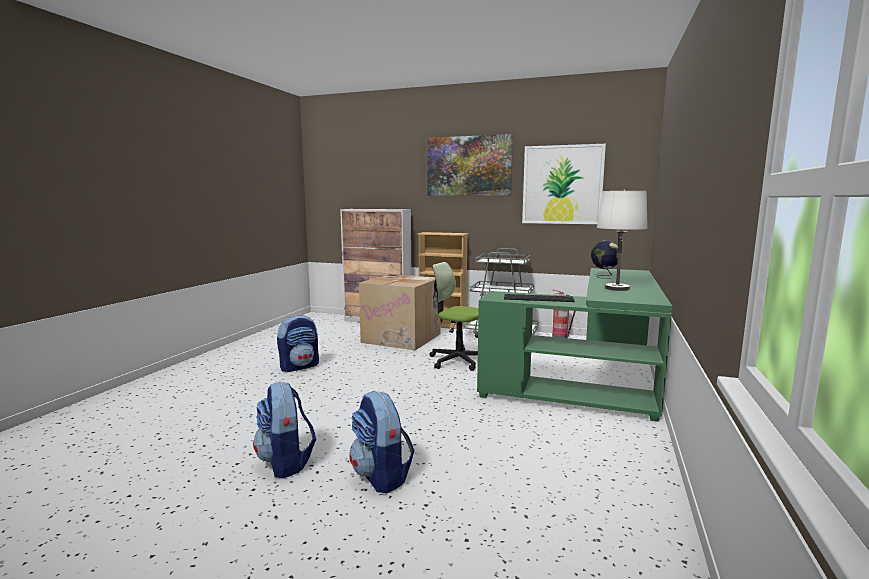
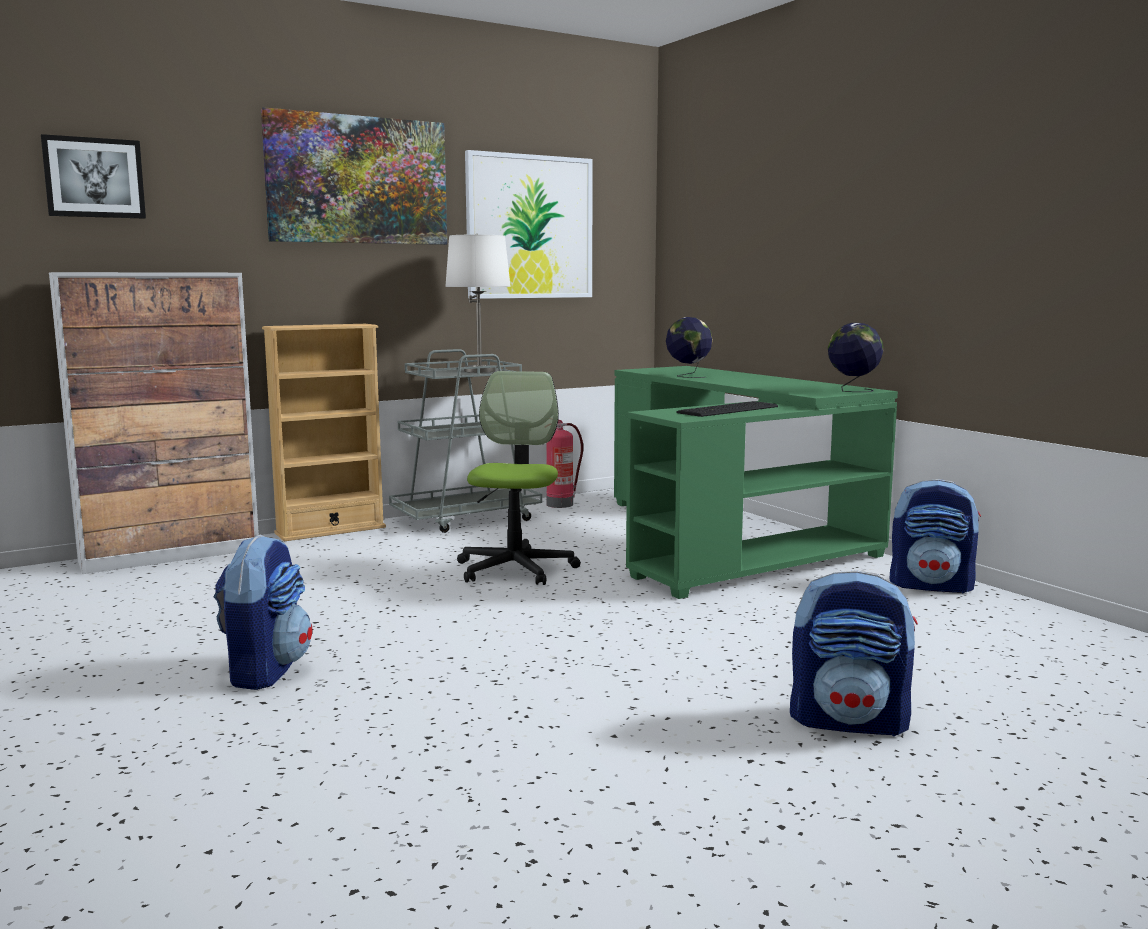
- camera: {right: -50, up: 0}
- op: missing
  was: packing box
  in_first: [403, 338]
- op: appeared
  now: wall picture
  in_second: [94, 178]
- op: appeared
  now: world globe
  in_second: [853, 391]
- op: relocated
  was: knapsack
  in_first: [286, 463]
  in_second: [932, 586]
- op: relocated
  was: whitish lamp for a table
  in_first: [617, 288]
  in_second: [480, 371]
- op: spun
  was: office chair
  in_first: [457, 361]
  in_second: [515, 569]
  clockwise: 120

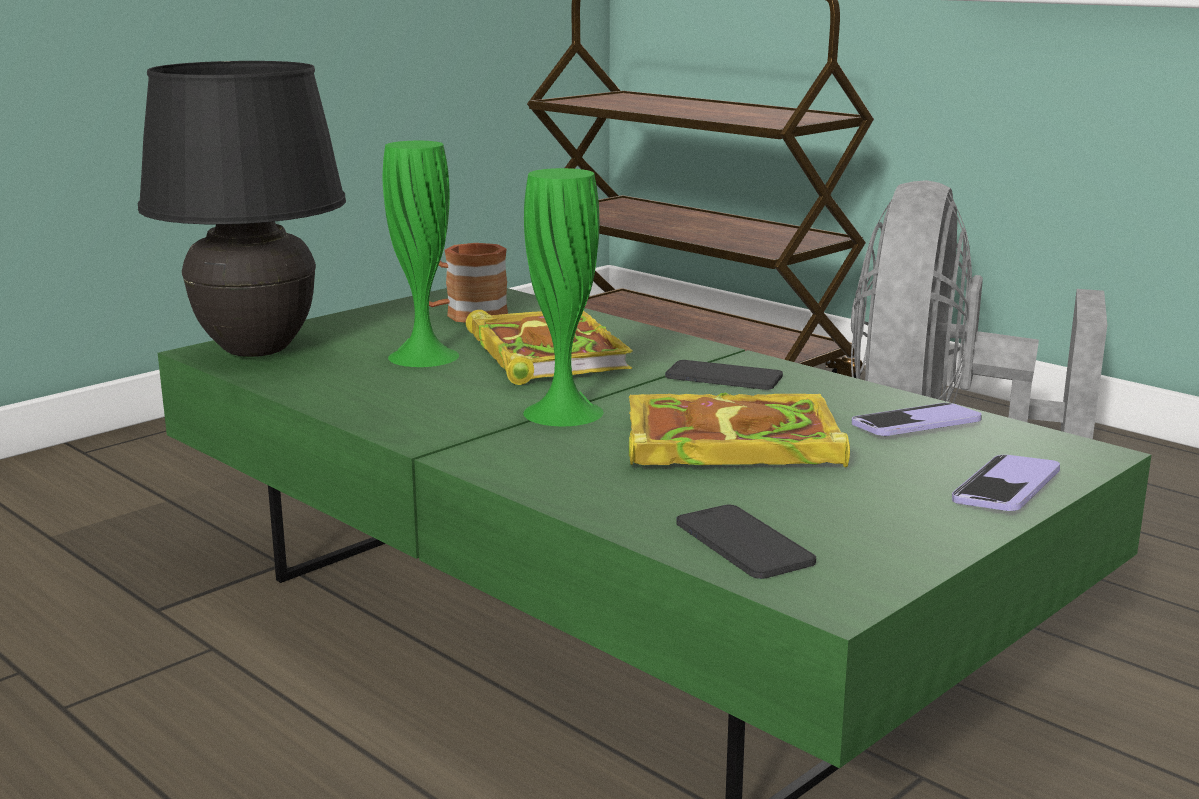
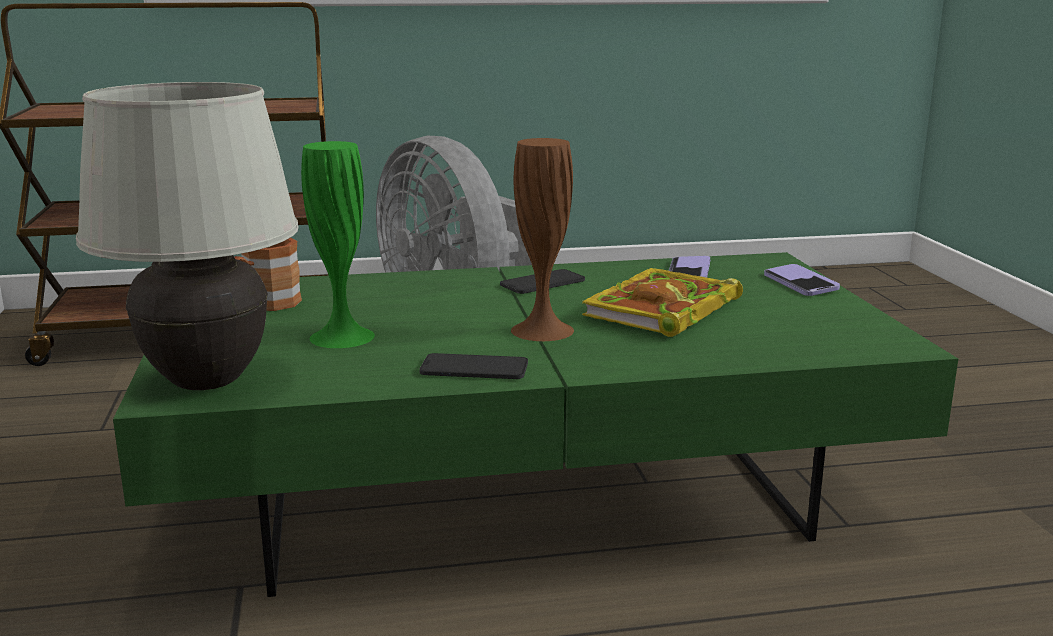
- camera: {right: -55, up: 0}
- op: missing
  was: book
  in_first: [544, 353]
- op: relocated
  was: telephone
  in_first: [743, 543]
  in_second: [474, 368]
- op: colour
  was: black-coloured lamp for a table
  now: whitish lamp for a table
  in_first: [258, 352]
  in_second: [208, 382]
- op: colour
  was: green vase
  now: brown vase
  in_first: [563, 412]
  in_second: [542, 330]

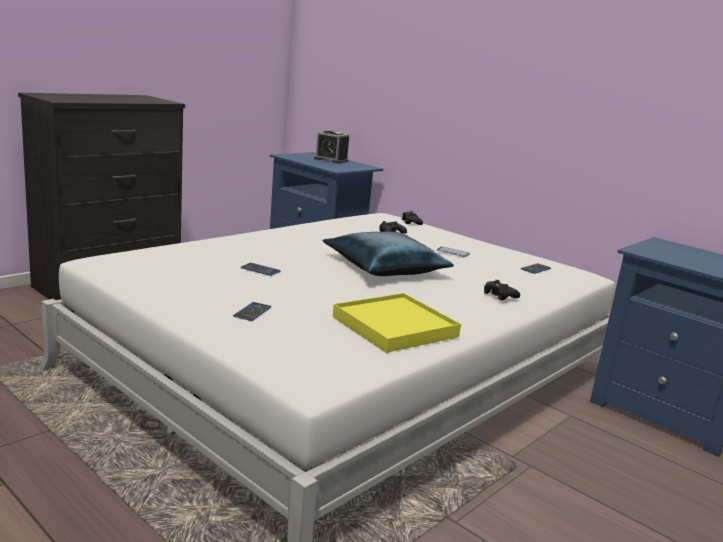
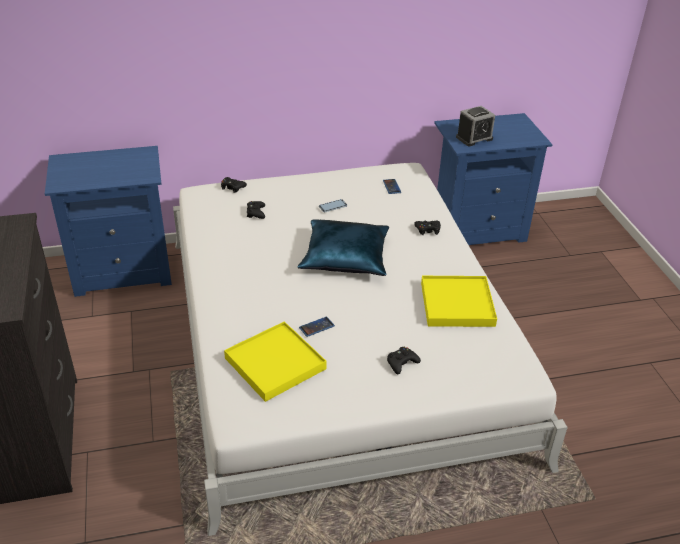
- camera: {right: -55, up: 20}
- op: appeared
  now: yellowish serving tray
  in_second: [275, 364]
- op: relocated
  was: alarm clock
  in_first: [331, 160]
  in_second: [474, 138]
- op: exchanged
  was: telephone
  now: black-coloured game controller
  in_first: [252, 312]
  in_second: [401, 363]

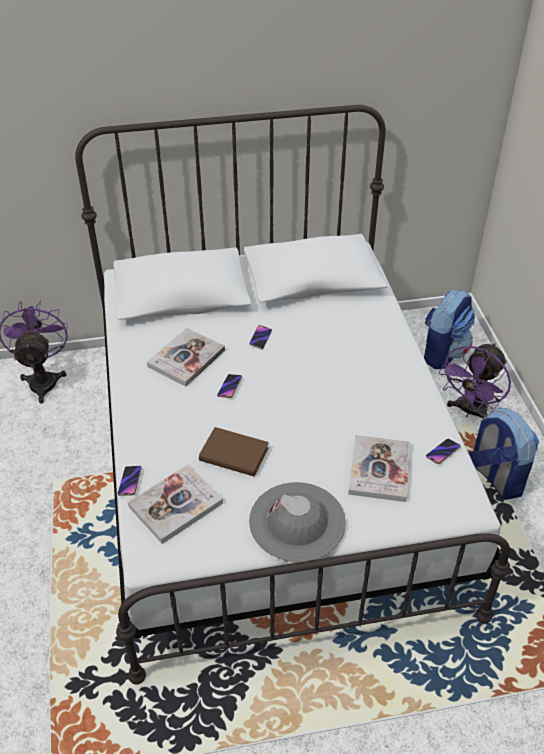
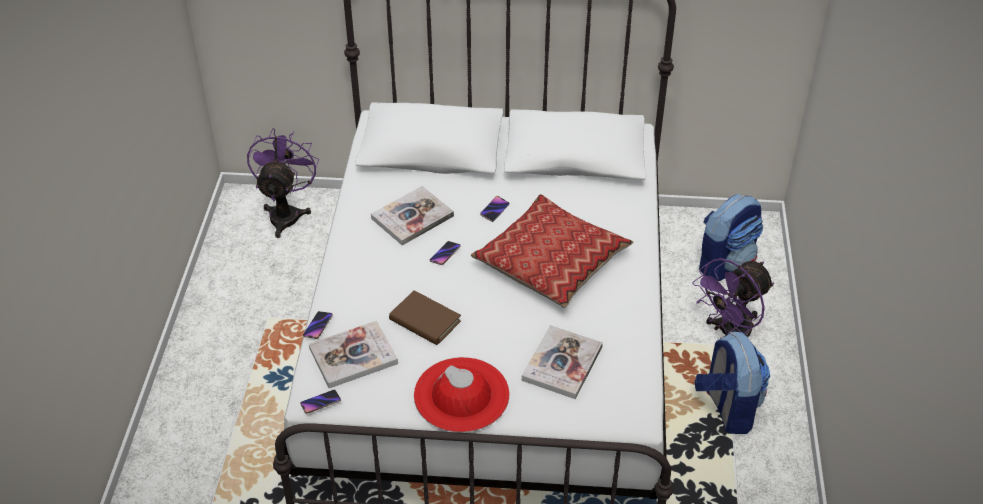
- camera: {right: 15, up: 0}
- op: appeared
  now: cushion
  in_second: [551, 261]
- op: relocated
  was: telephone
  in_first: [442, 452]
  in_second: [320, 403]
- op: colour
  was: greyish hat
  now: reddish hat
  in_first: [297, 521]
  in_second: [461, 395]

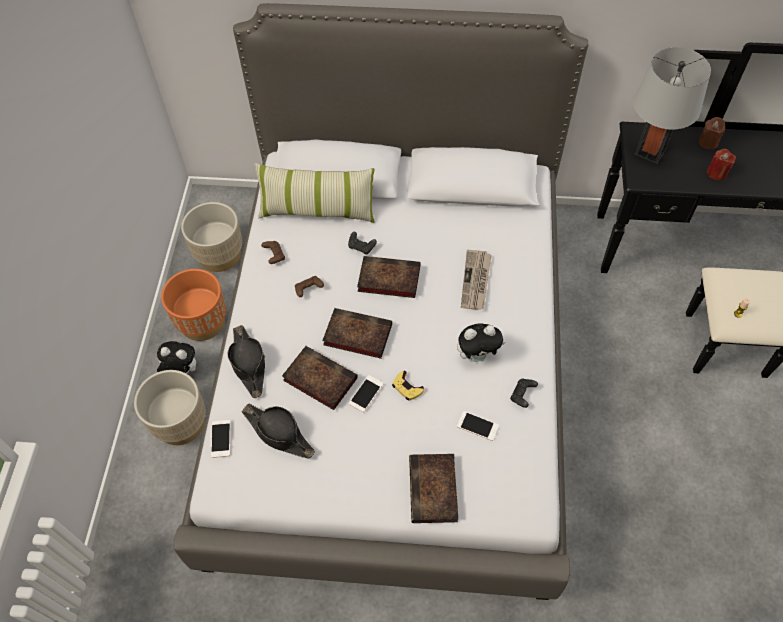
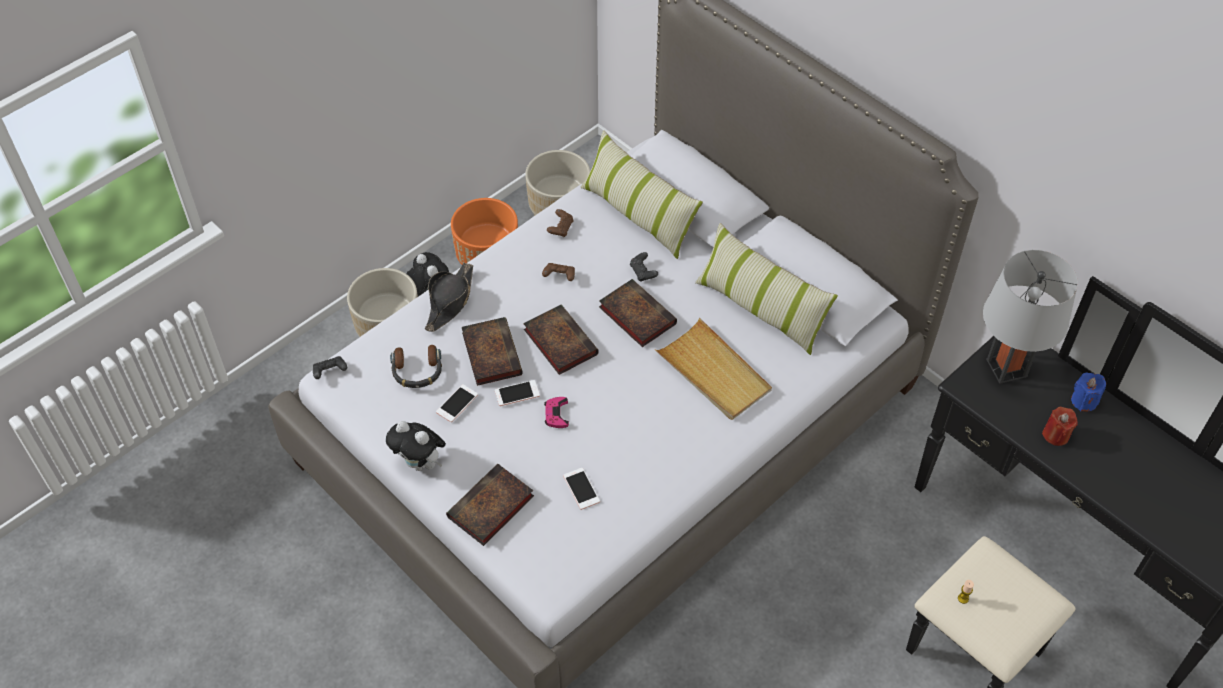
- camera: {right: 40, up: -5}
- op: appeared
  now: cushion
  in_second: [761, 308]
- op: relocated
  was: telephone
  in_first: [221, 439]
  in_second: [457, 403]
- op: relocated
  was: soft toy
  in_first: [477, 355]
  in_second: [420, 463]
- op: relocated
  was: black-coloured game controller
  in_first: [522, 395]
  in_second: [330, 372]
- op: exchanged
  was: black-coloured hat
  now: headset
  in_first: [279, 433]
  in_second: [417, 371]
- op: exchanged
  was: newspaper
  now: beige serving tray
  in_first: [476, 281]
  in_second: [713, 373]
- op: colour
  was: yellowish game controller
  now: pinkish game controller
  in_first: [407, 387]
  in_second: [556, 414]
- op: colour
  was: brown wax candle
  now: blue-coloured wax candle
  in_first: [708, 142]
  in_second: [1084, 401]

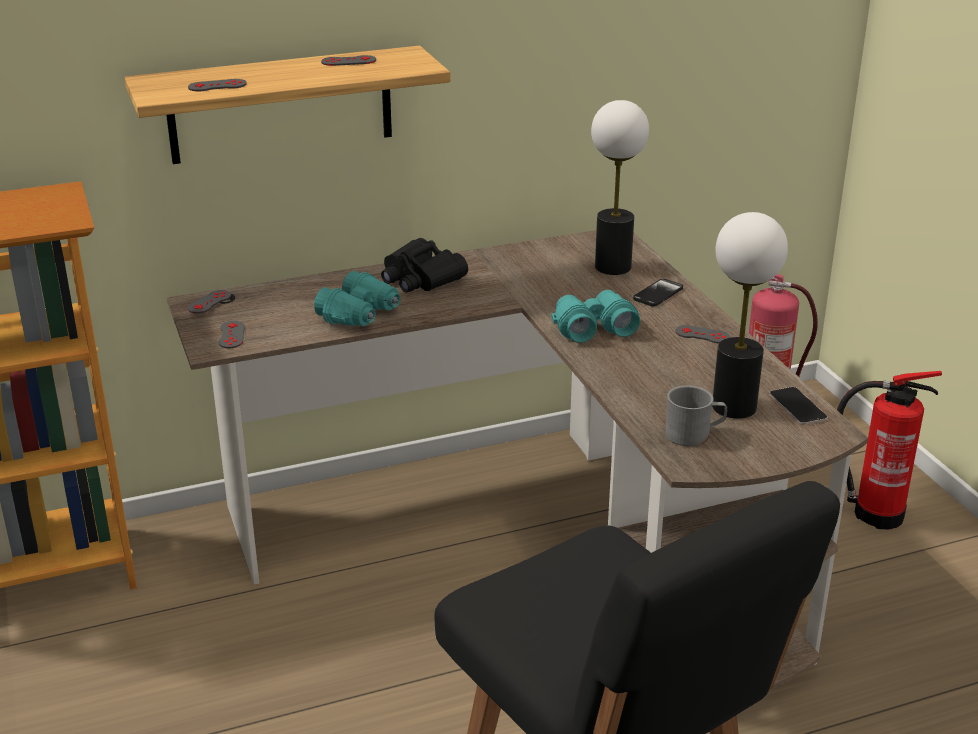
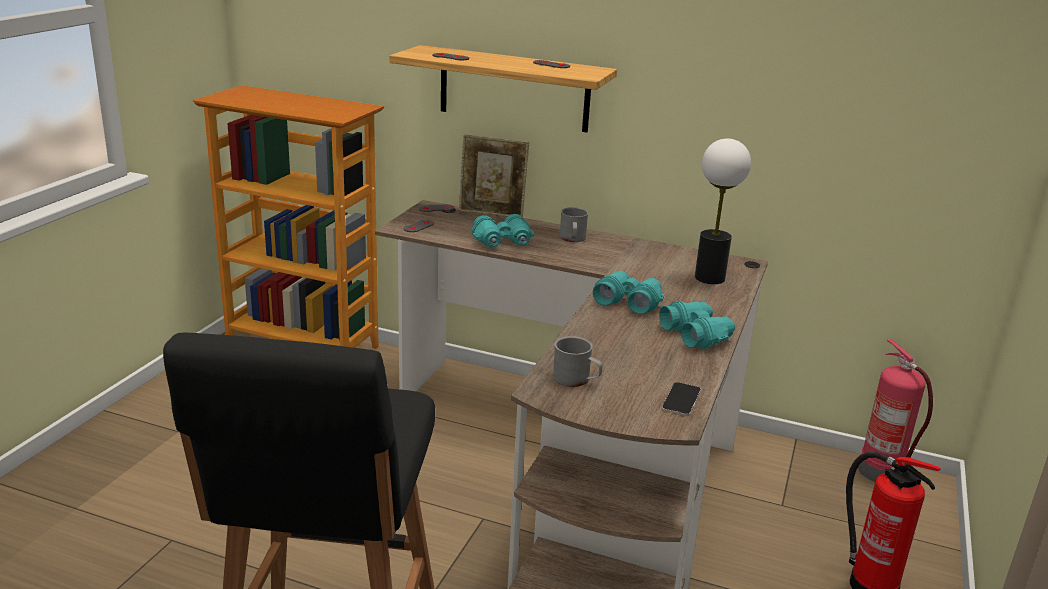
- camera: {right: 40, up: -5}
- op: missing
  was: telephone
  in_first: [658, 294]
- op: missing
  was: lamp for a table
  in_first: [733, 407]
- op: appeared
  now: picture frame
  in_second: [492, 214]
- op: exchanged
  was: black-coloured field glasses
  now: greyish coffee mug
  in_first: [420, 278]
  in_second: [572, 239]
- op: exchanged
  was: greyish game controller
  now: turquoise field glasses
  in_first: [702, 335]
  in_second: [696, 335]

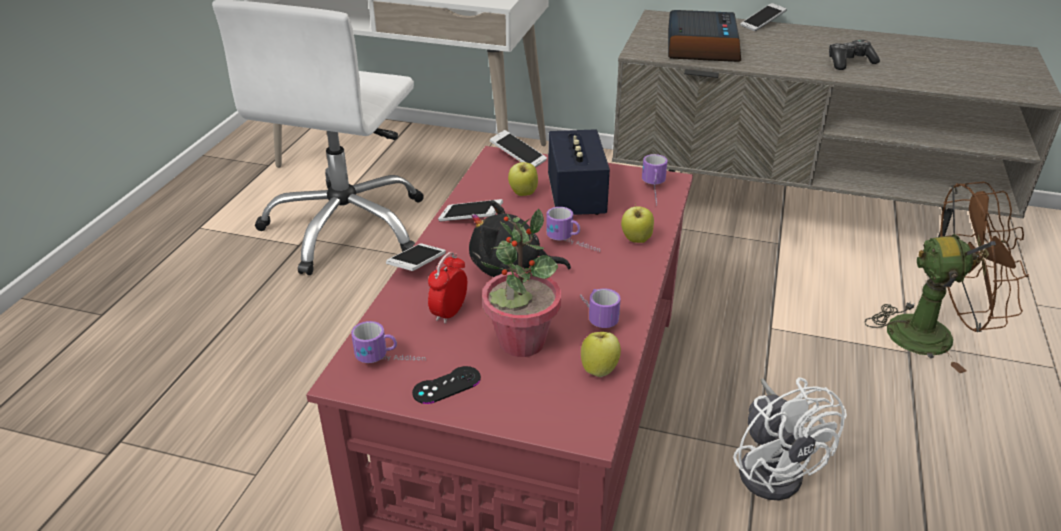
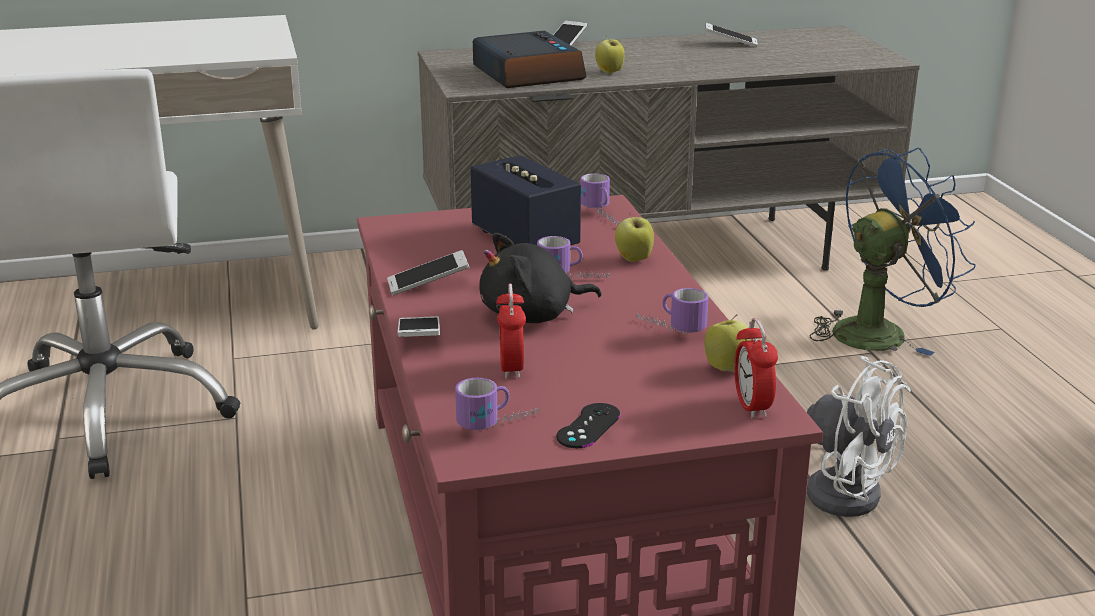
- camera: {right: -30, up: -10}
- op: missing
  was: plant in a pot
  in_first: [521, 342]
- op: missing
  was: game controller
  in_first: [849, 62]
- op: appeared
  now: alarm clock
  in_second: [752, 407]
- op: relocated
  was: telephone
  in_first: [518, 157]
  in_second: [730, 43]
- op: relocated
  was: whole apple
  in_first: [523, 194]
  in_second: [609, 72]
- op: colour
  was: brown fan
  now: blue-coloured fan
  in_first: [933, 334]
  in_second: [880, 331]

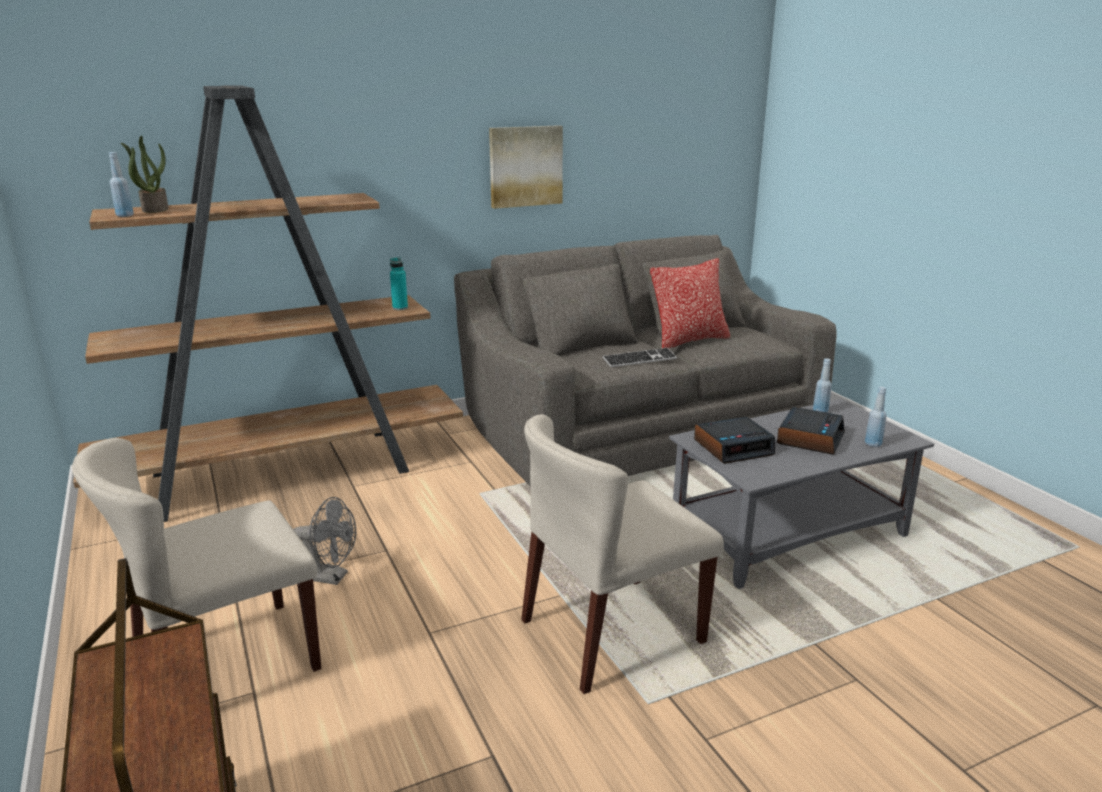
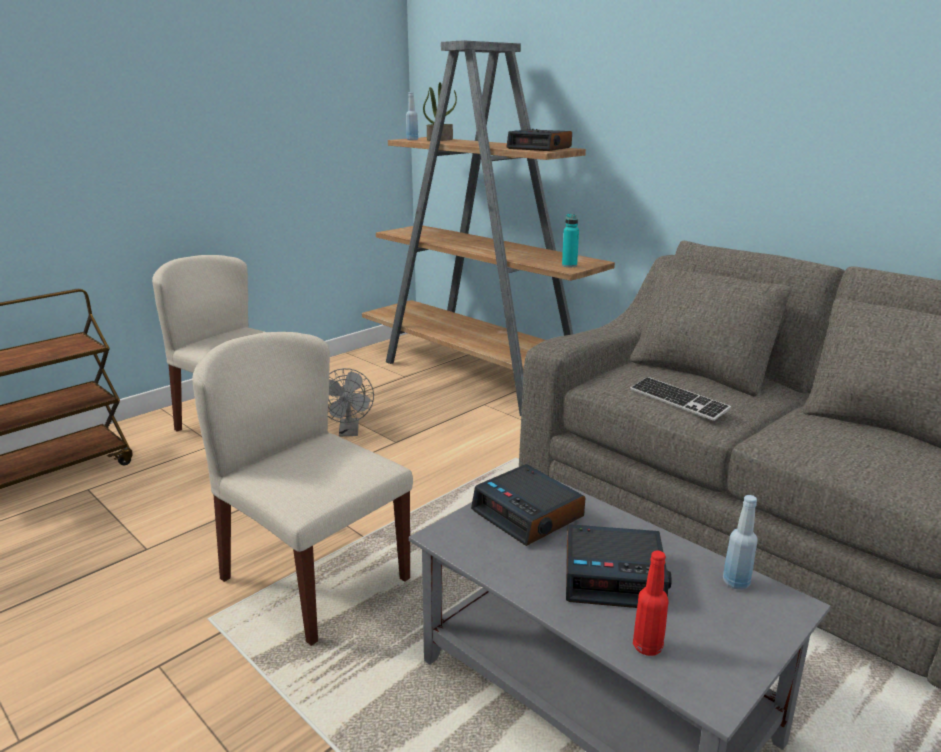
- camera: {right: 70, up: 0}
- op: missing
  was: wall picture
  in_first: [525, 166]
- op: missing
  was: cushion
  in_first: [689, 341]
- op: appeared
  now: alarm clock
  in_second: [540, 148]
- op: colour
  was: blue-coloured drink bottle
  now: reddish drink bottle
  in_first: [872, 444]
  in_second: [647, 646]

